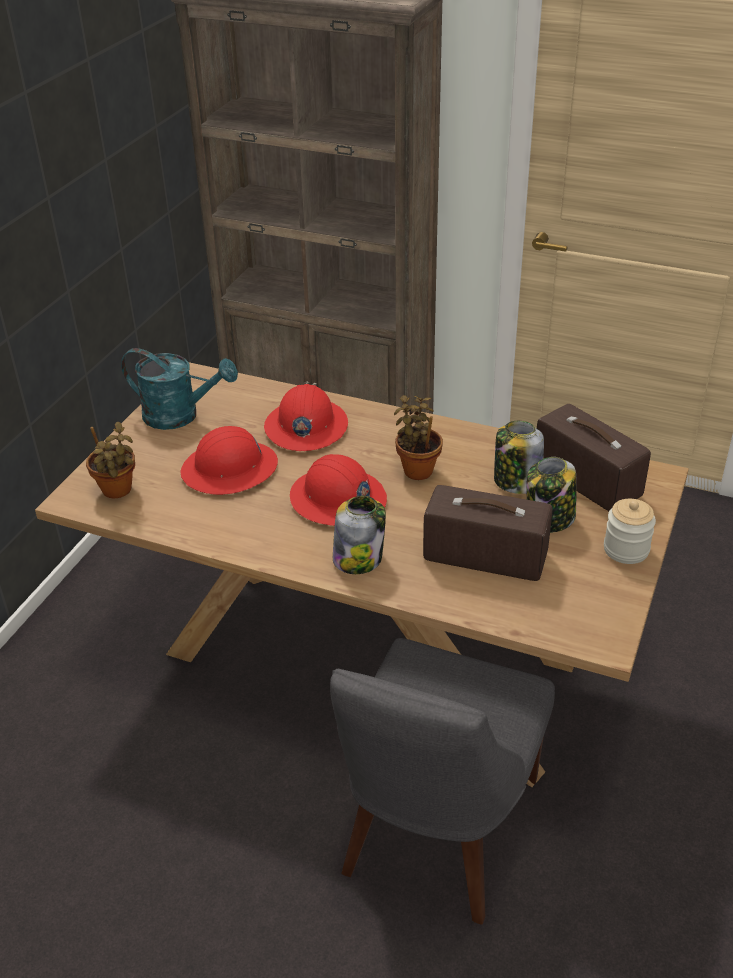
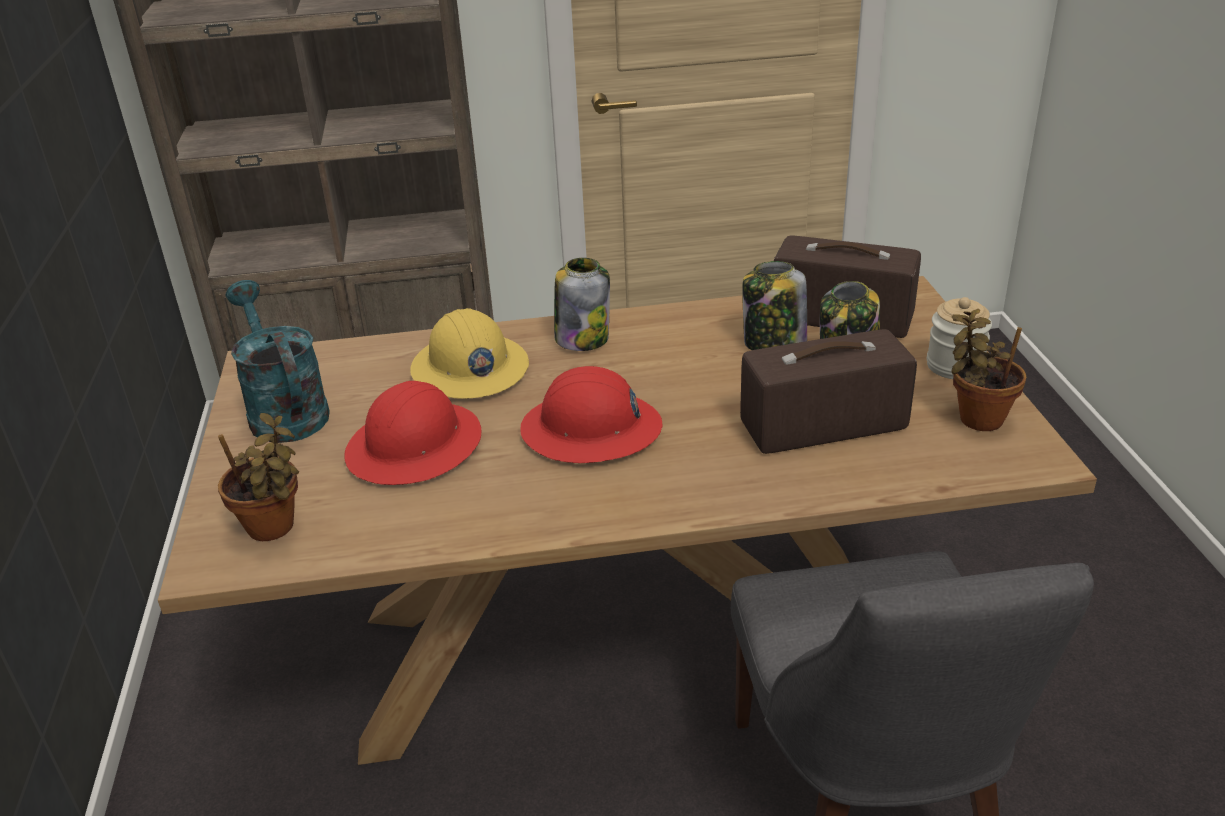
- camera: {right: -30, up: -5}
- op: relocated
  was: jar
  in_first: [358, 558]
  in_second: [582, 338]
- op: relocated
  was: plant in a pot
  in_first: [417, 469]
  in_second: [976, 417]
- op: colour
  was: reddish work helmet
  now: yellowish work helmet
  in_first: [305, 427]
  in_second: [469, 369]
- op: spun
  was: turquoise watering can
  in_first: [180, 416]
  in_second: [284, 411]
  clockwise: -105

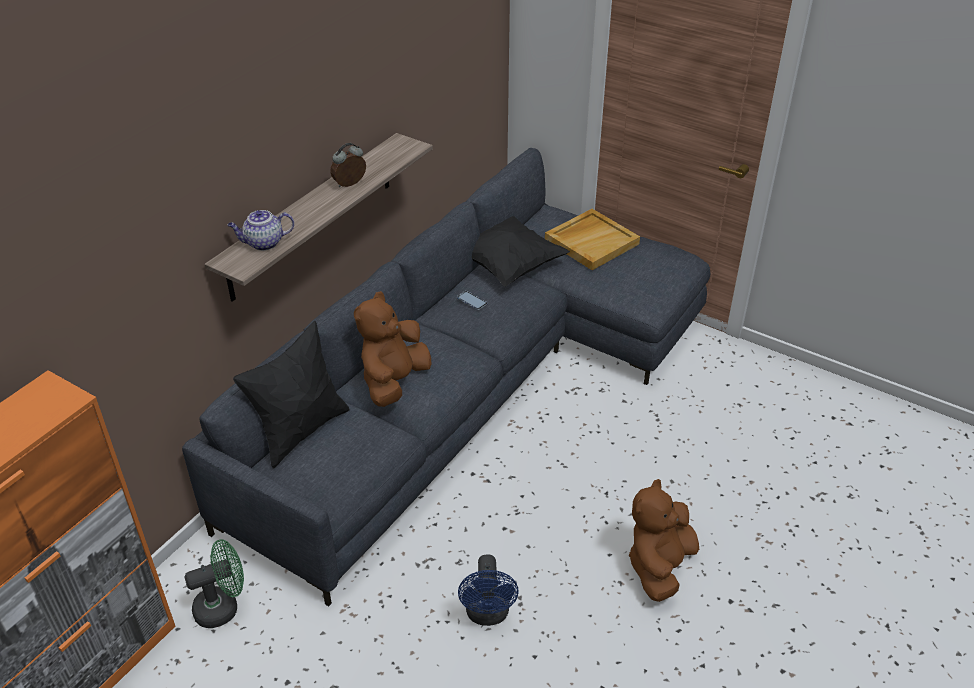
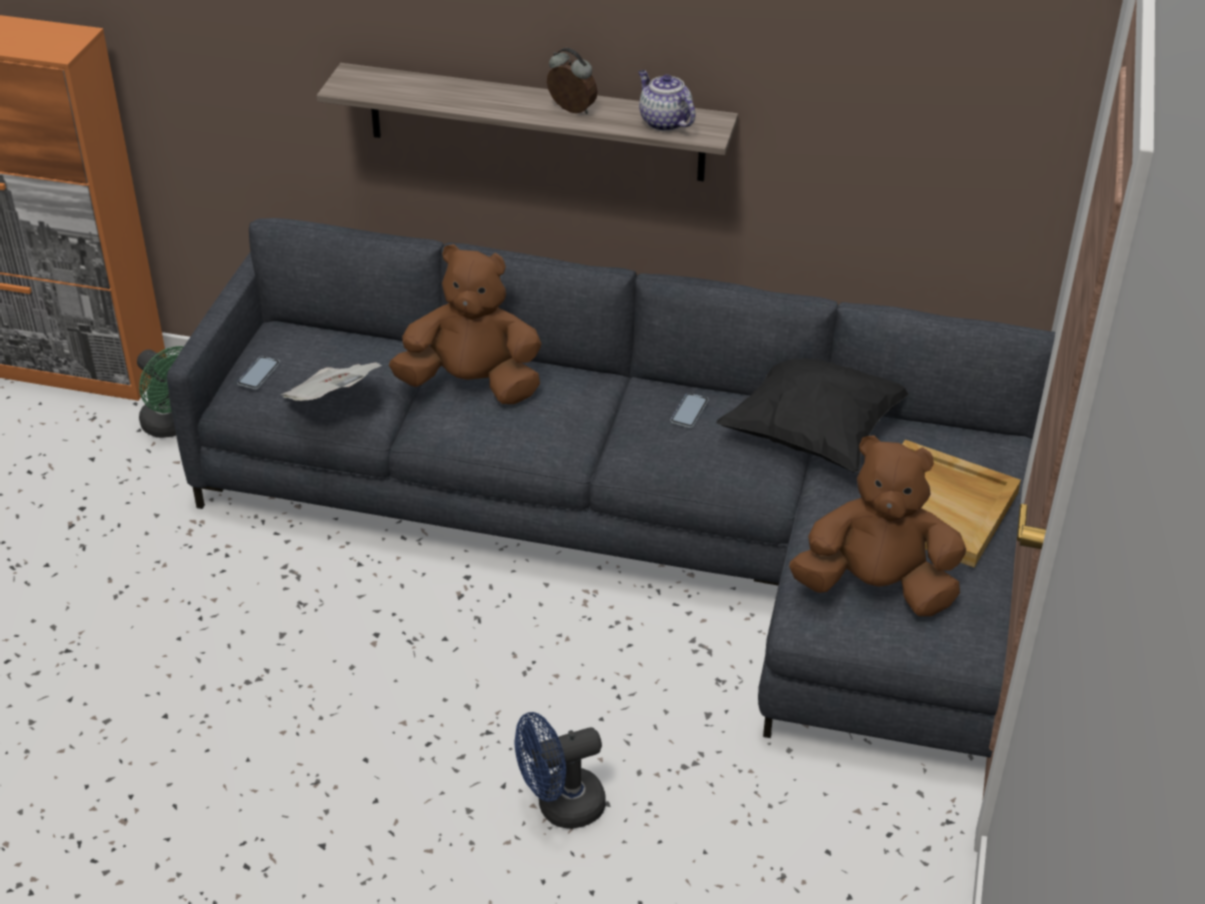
- camera: {right: 70, up: 0}
- op: missing
  was: black-coloured cushion
  in_first: [300, 430]
- op: appeared
  now: telephone
  in_second: [259, 374]
- op: appeared
  now: newspaper
  in_second: [333, 402]
- op: relocated
  was: teapot
  in_first: [263, 243]
  in_second: [663, 122]
- op: relocated
  was: blue-coloured fan
  in_first: [488, 615]
  in_second: [560, 807]
- op: relocated
  was: brown soft toy
  in_first: [659, 566]
  in_second: [876, 588]

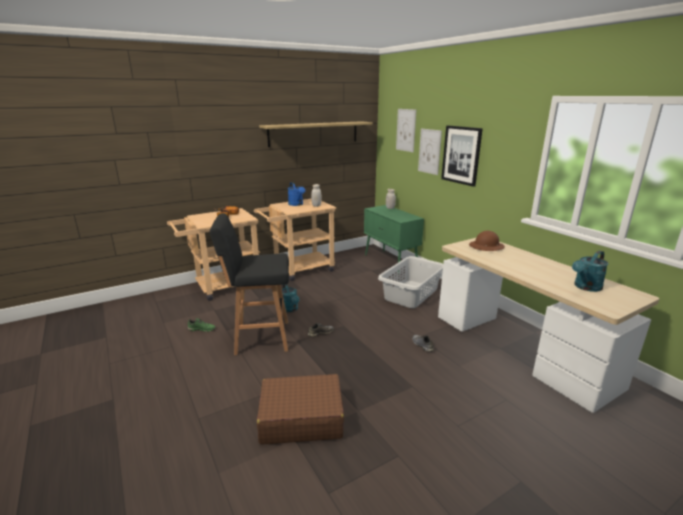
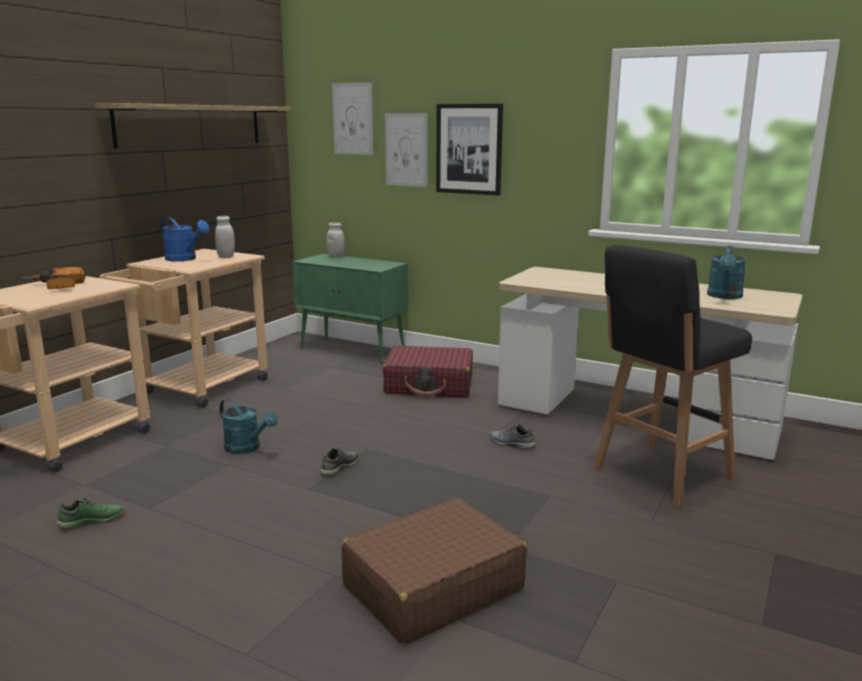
- camera: {right: -30, up: -5}
- op: missing
  was: brown work helmet
  in_first: [486, 247]
- op: relocated
  was: black-coloured sitting stool
  in_first: [260, 337]
  in_second: [659, 475]
- op: exchanged
  was: greyish laundry basket
  now: reddish piece of luggage
  in_first: [411, 294]
  in_second: [429, 385]

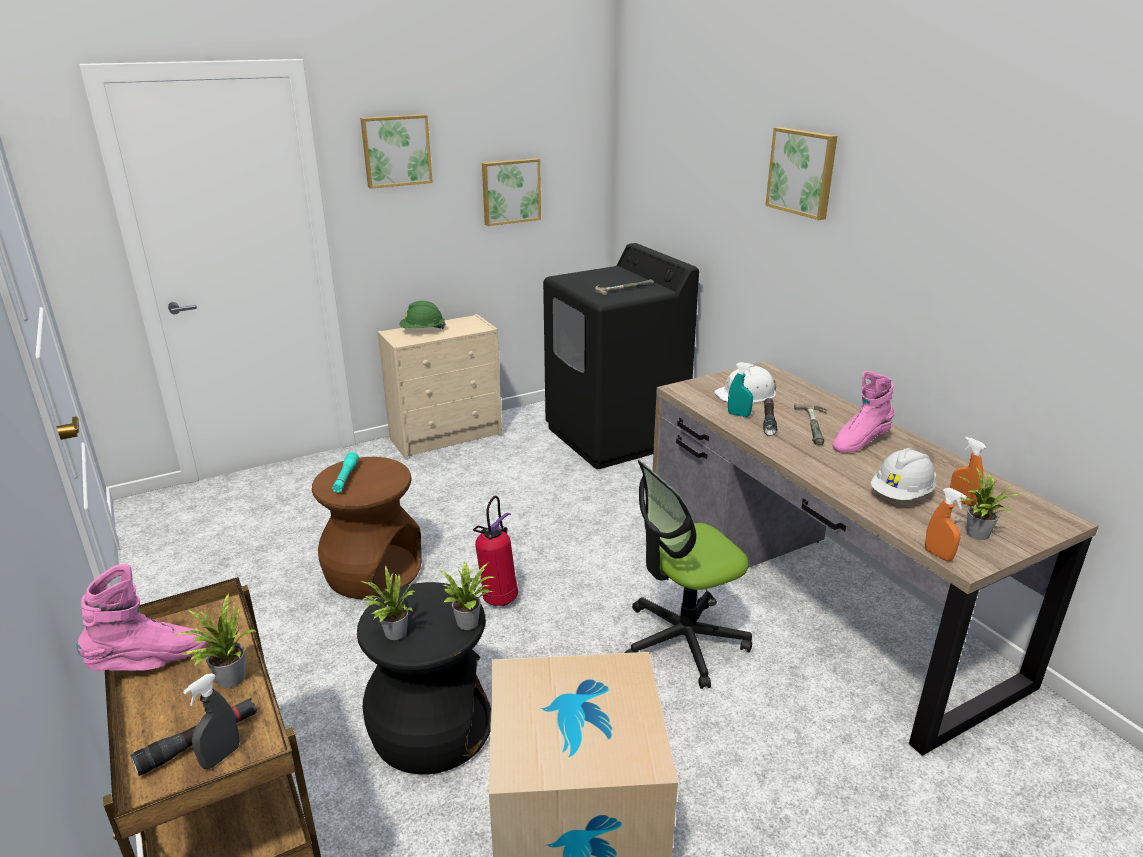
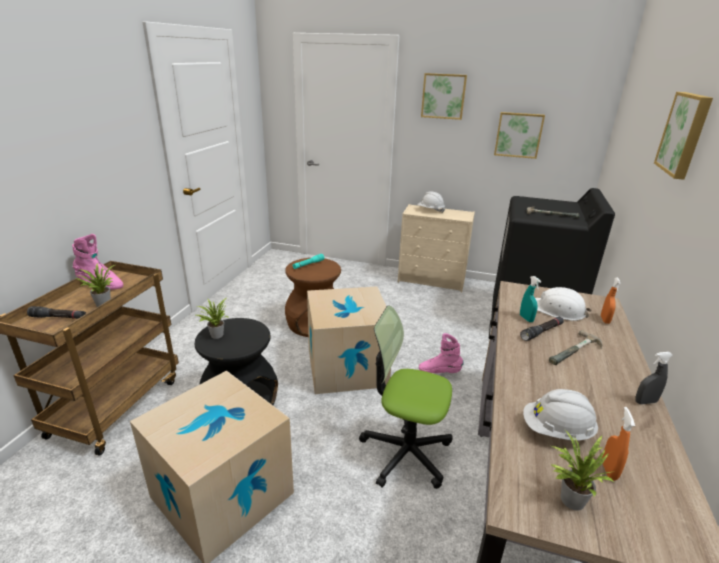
- camera: {right: 45, up: 0}
- op: missing
  was: plant in a pot
  in_first: [470, 622]
- op: relocated
  was: greyish hand sprayer
  in_first: [221, 756]
  in_second: [645, 402]
- op: relocated
  was: pinkish tall boot
  in_first: [859, 442]
  in_second: [439, 371]
- op: relocated
  was: orangey hand sprayer
  in_first: [938, 555]
  in_second: [605, 320]
- op: exchanged
  was: fire extinguisher
  now: packing box
  in_first: [499, 598]
  in_second: [347, 367]
- op: colour
  was: green work helmet
  now: whitish work helmet
  in_first: [422, 331]
  in_second: [430, 210]

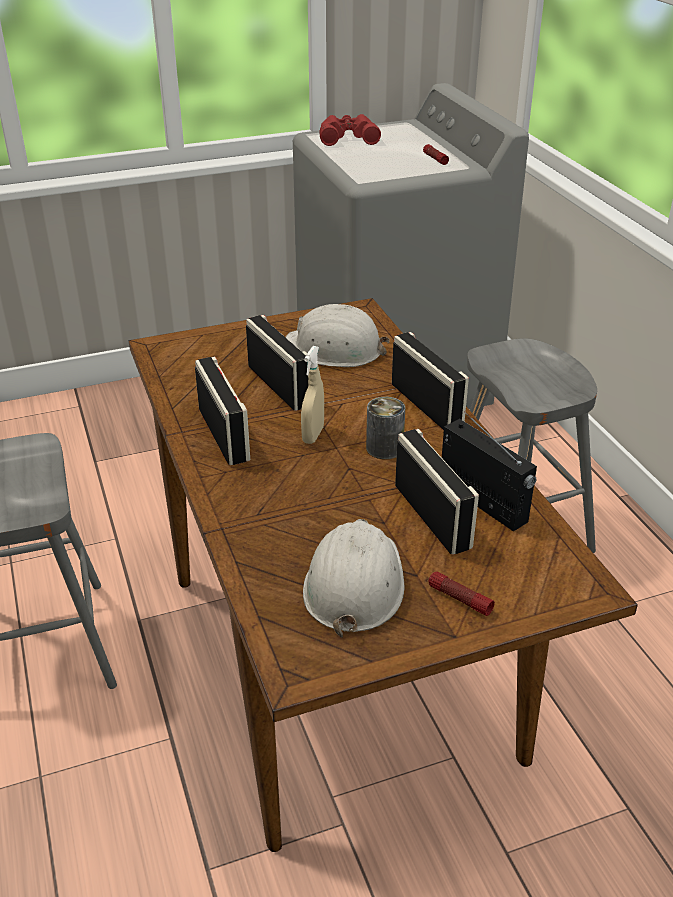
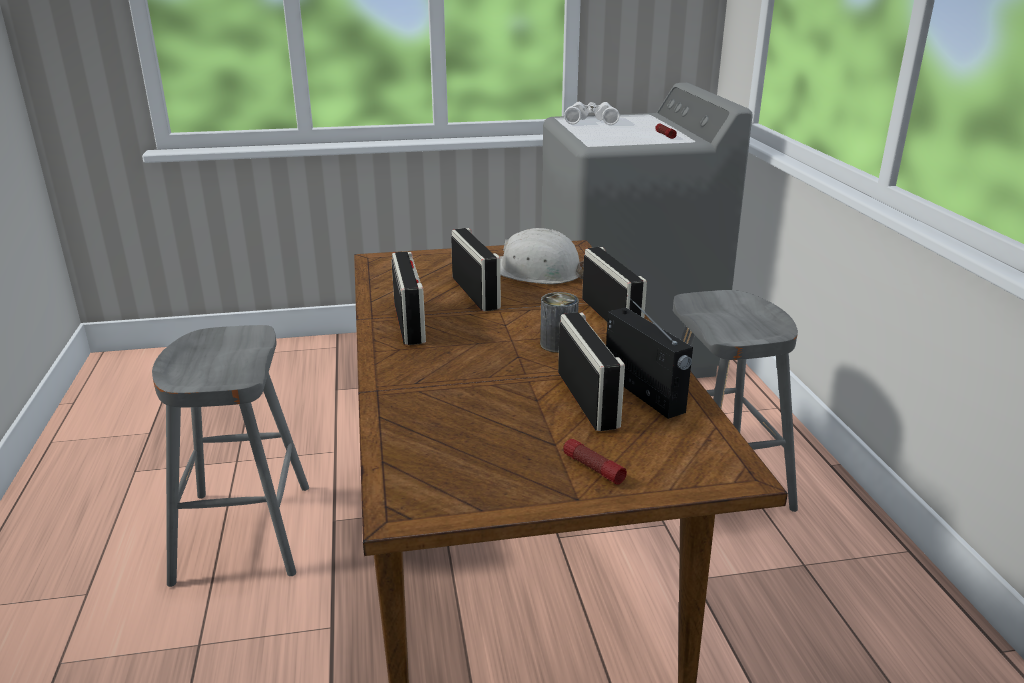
- camera: {right: 10, up: -10}
- op: missing
  was: beige hand sprayer
  in_first: [313, 435]
- op: missing
  was: whitish work helmet
  in_first: [354, 584]
- op: colour
  was: reddish field glasses
  now: whitish field glasses
  in_first: [347, 137]
  in_second: [591, 120]

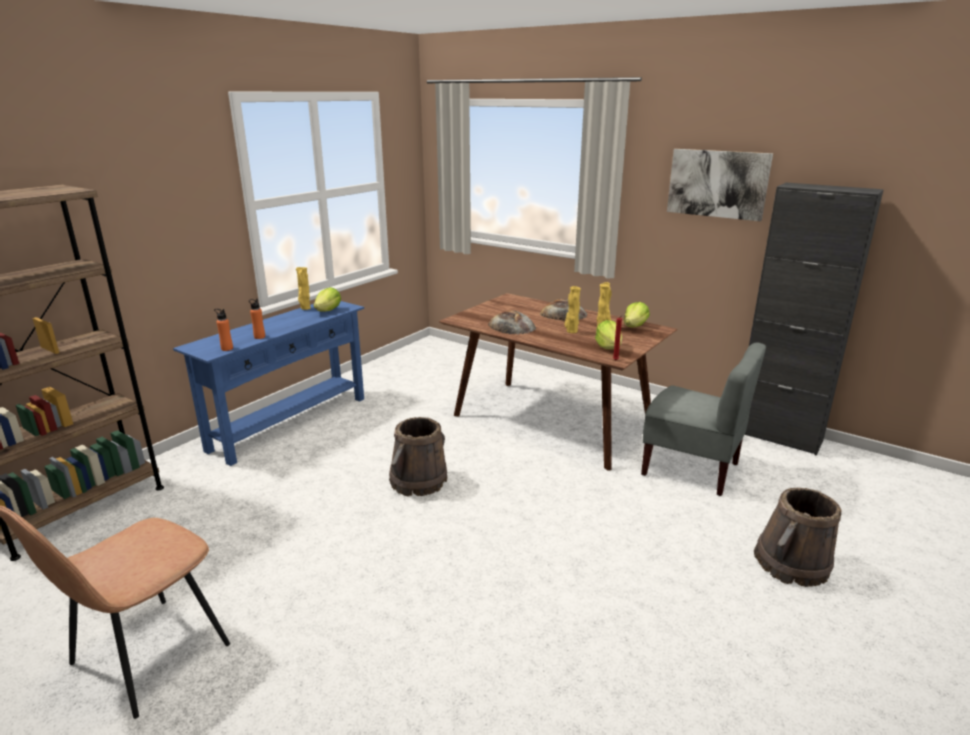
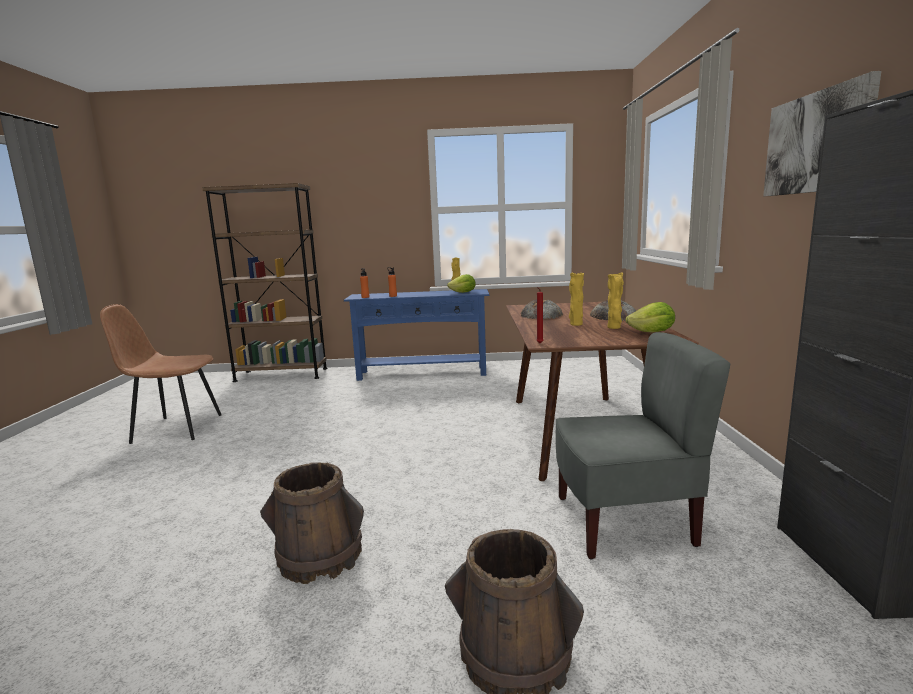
- camera: {right: 55, up: -10}
- op: missing
  was: lettuce
  in_first: [608, 347]
- op: relocated
  was: brown water bucket
  in_first: [418, 481]
  in_second: [319, 557]
- op: spun
  was: greyish plain chair
  in_first: [691, 468]
  in_second: [625, 522]
  clockwise: -90

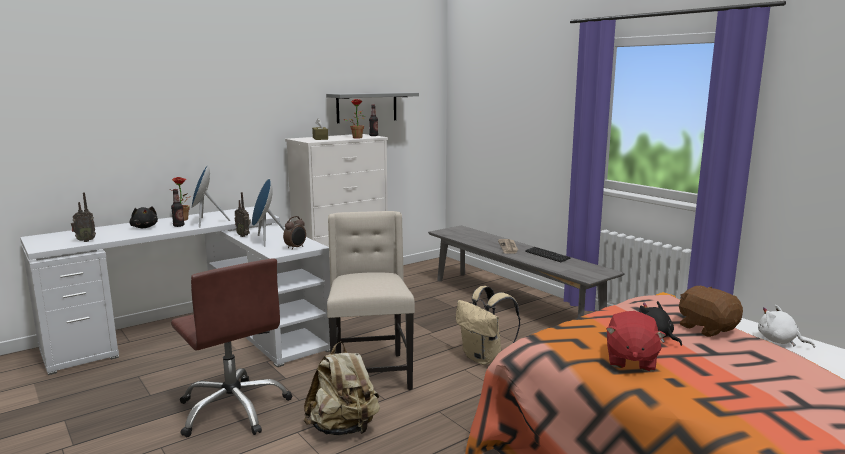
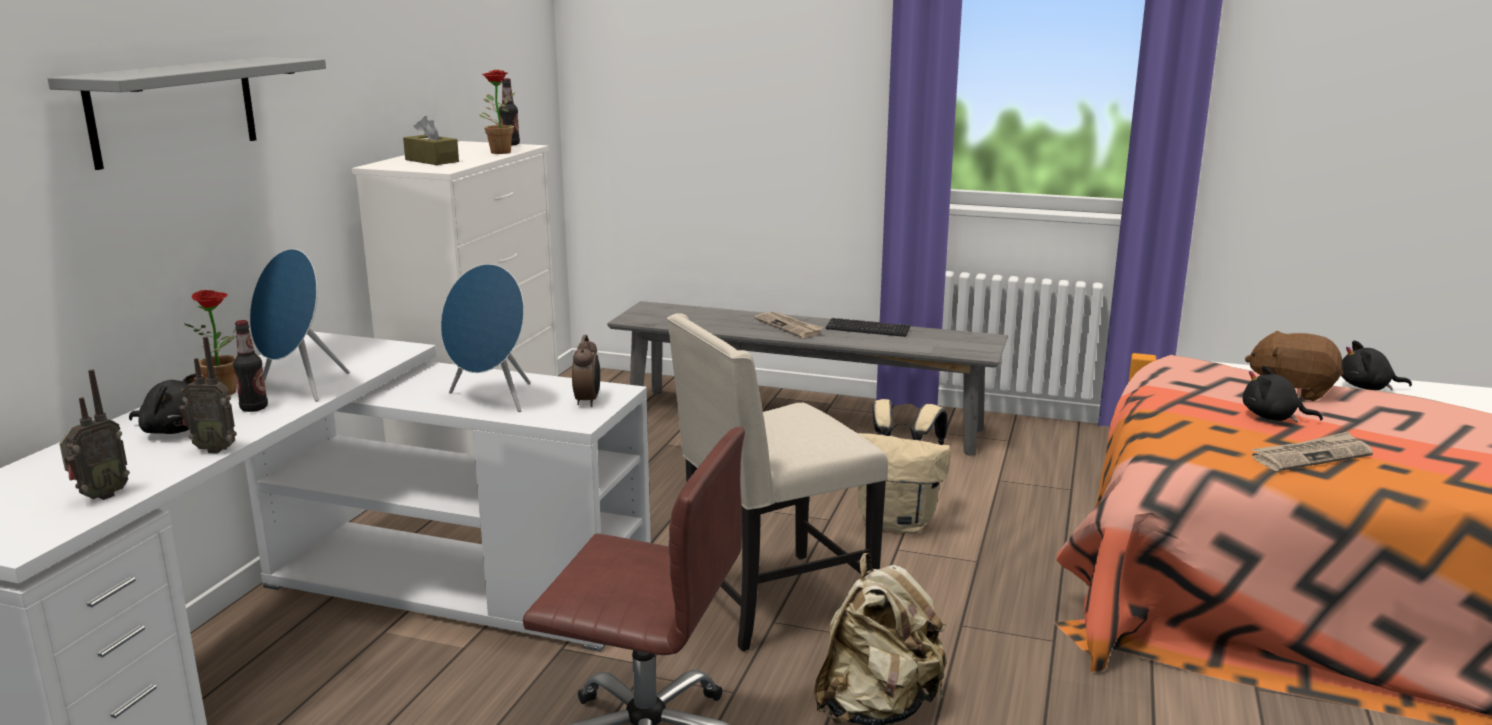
- camera: {right: -35, up: 5}
- op: relocated
  was: radio receiver
  in_first: [244, 235]
  in_second: [215, 449]
- op: relocated
  was: greyish wall shelf
  in_first: [367, 107]
  in_second: [174, 110]
- op: exchanged
  was: reddish soft toy
  now: newspaper
  in_first: [630, 360]
  in_second: [1311, 456]
- op: colour
  was: whitish soft toy
  now: black-coloured soft toy
  in_first: [779, 341]
  in_second: [1367, 387]
- op: spun
  was: beige plain chair
  in_first: [370, 373]
  in_second: [772, 603]
  clockwise: -75

